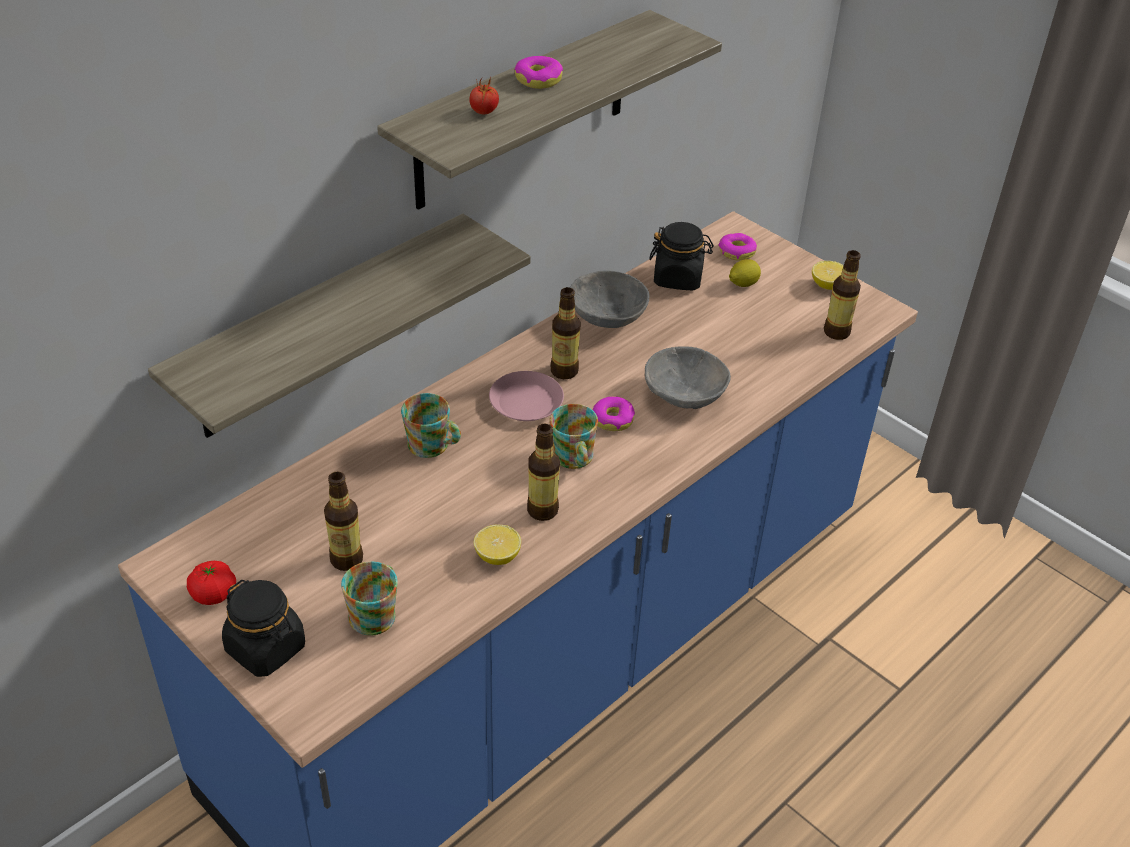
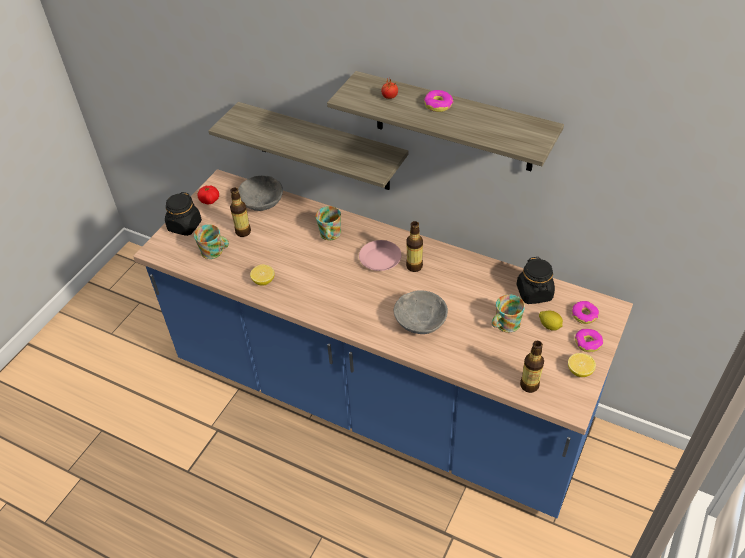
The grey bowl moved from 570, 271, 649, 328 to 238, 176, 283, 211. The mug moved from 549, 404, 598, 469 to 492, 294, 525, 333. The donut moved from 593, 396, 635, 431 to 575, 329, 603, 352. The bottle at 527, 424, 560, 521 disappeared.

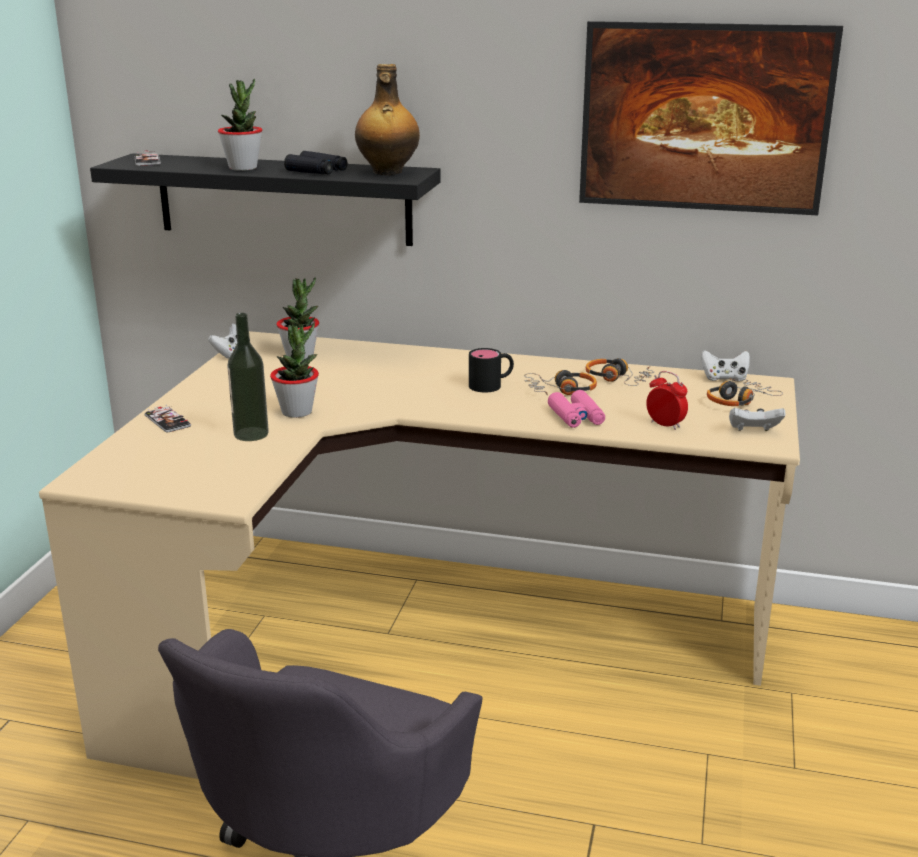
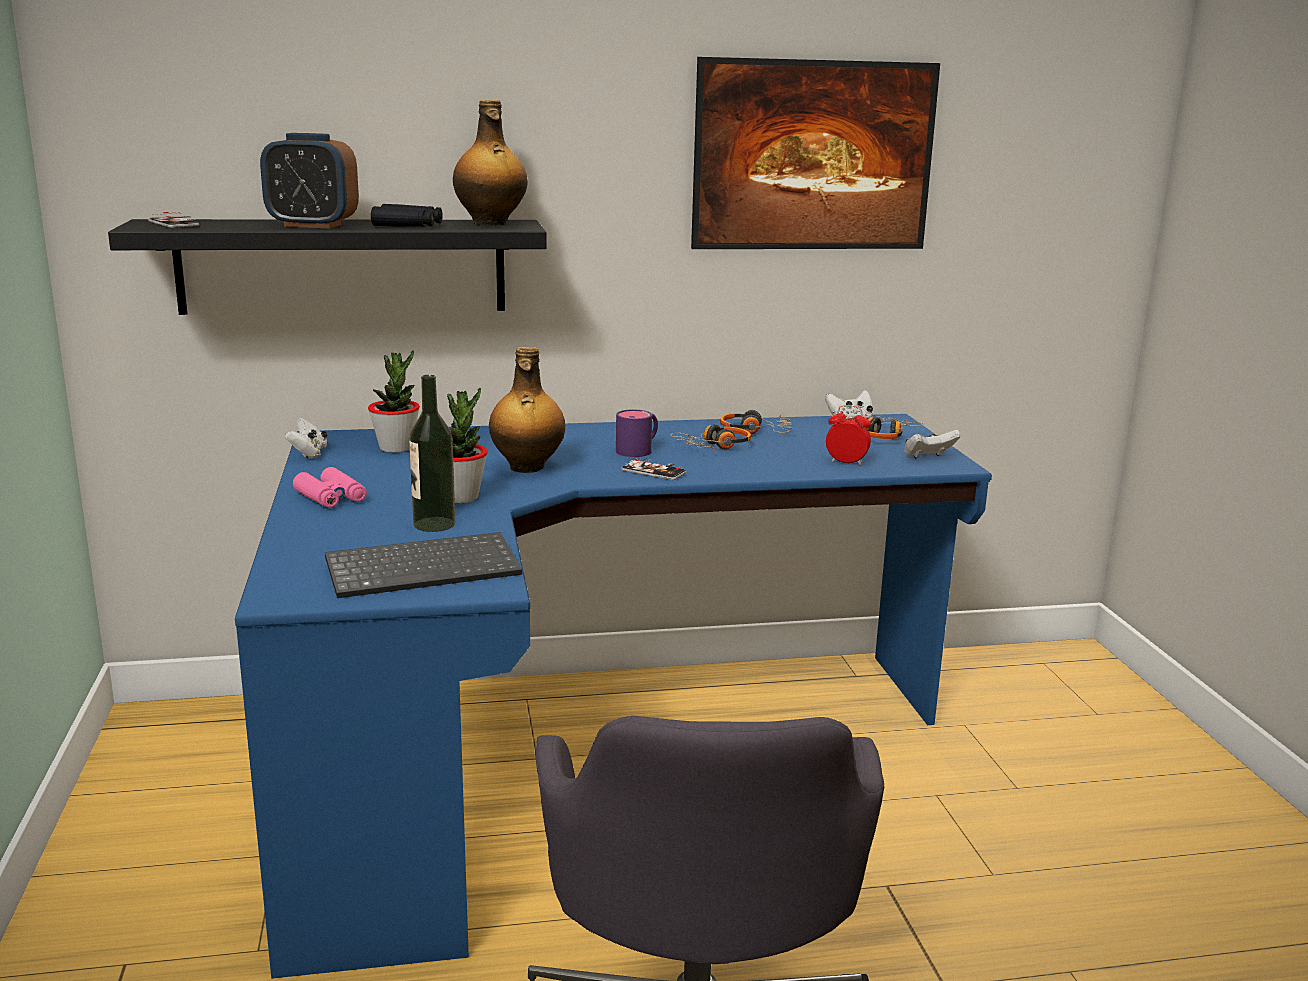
The beige desk at 39, 331, 800, 779 became the blue desk at 235, 414, 992, 979. The potted plant at 218, 79, 262, 171 was replaced by the alarm clock at 260, 133, 359, 228. The pink binoculars moved from 548, 390, 605, 428 to 293, 467, 367, 508. The keyboard at 325, 532, 522, 598 appeared. The bottle at 489, 347, 565, 473 appeared. The black mug at 469, 348, 514, 392 became the purple mug at 616, 410, 658, 457. The phone moved from 145, 405, 191, 432 to 621, 458, 686, 480.

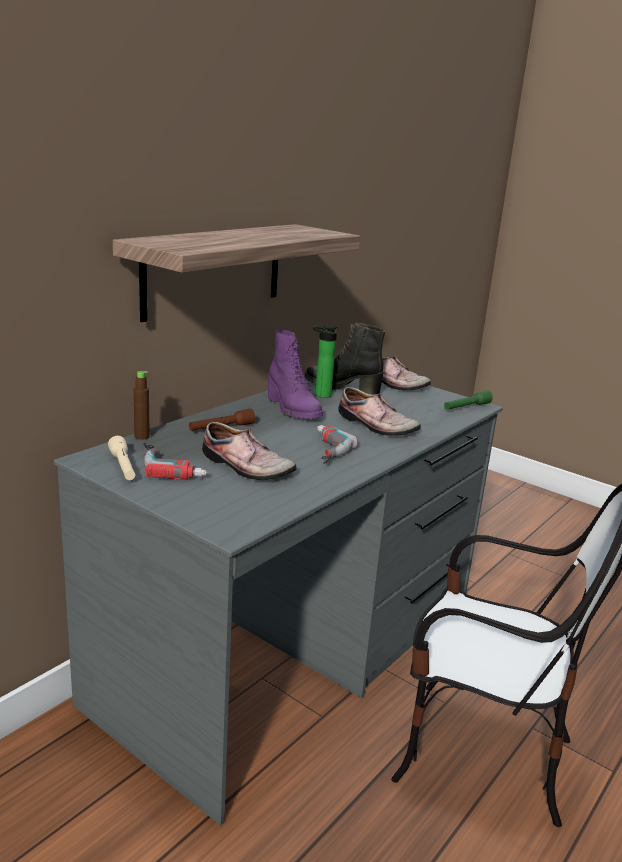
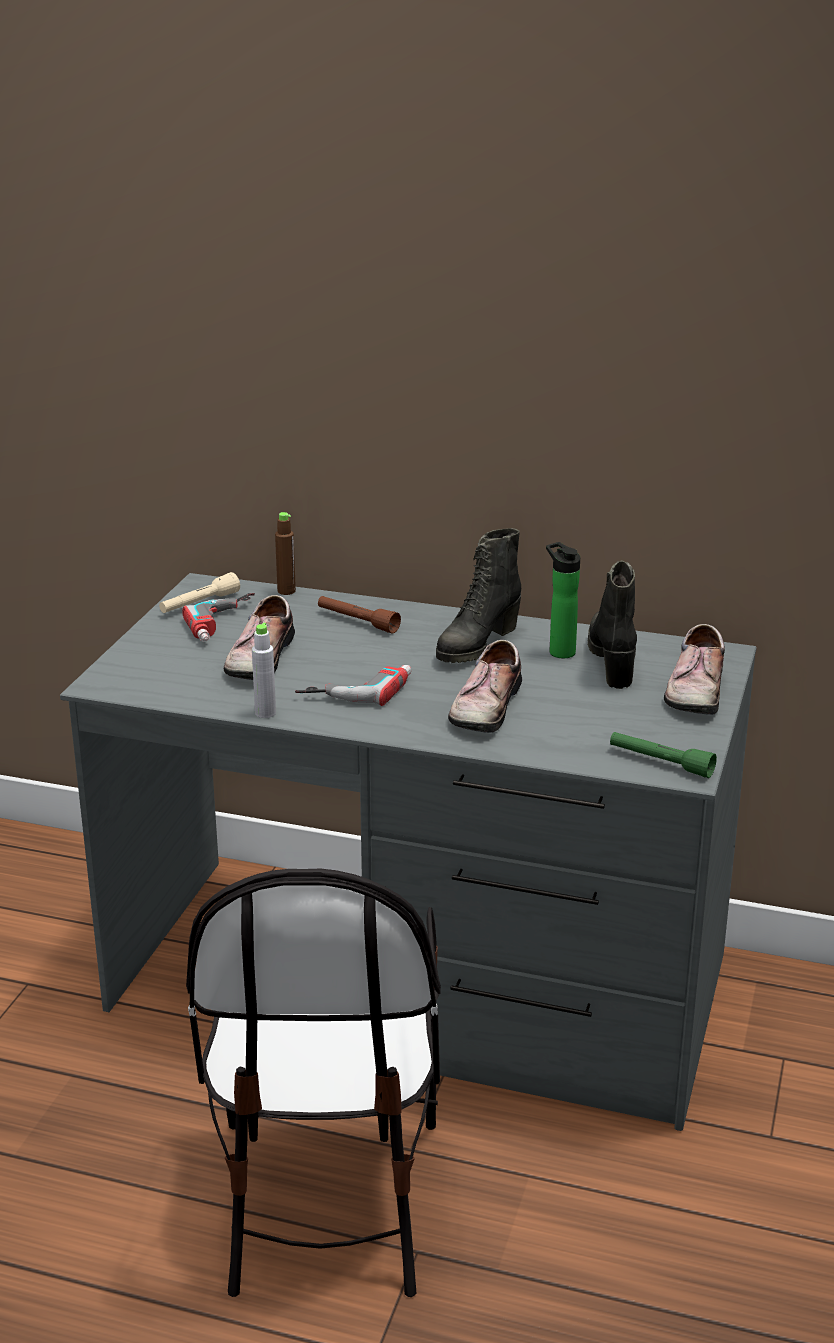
The grey bottle at 252, 622, 276, 718 appeared. The purple boot at 268, 330, 323, 419 became the black boot at 436, 528, 521, 663. The shelf at 113, 224, 360, 322 disappeared.

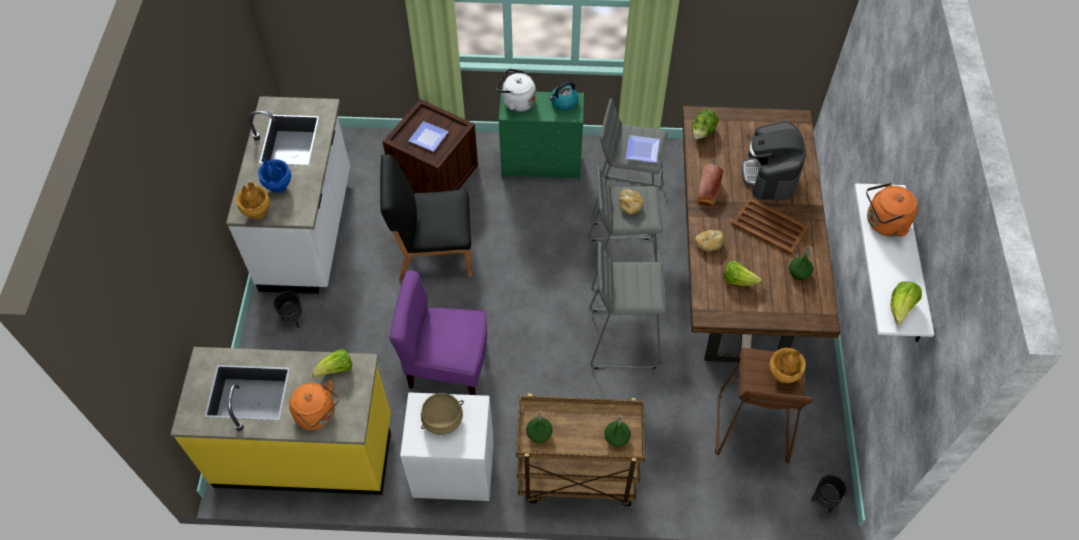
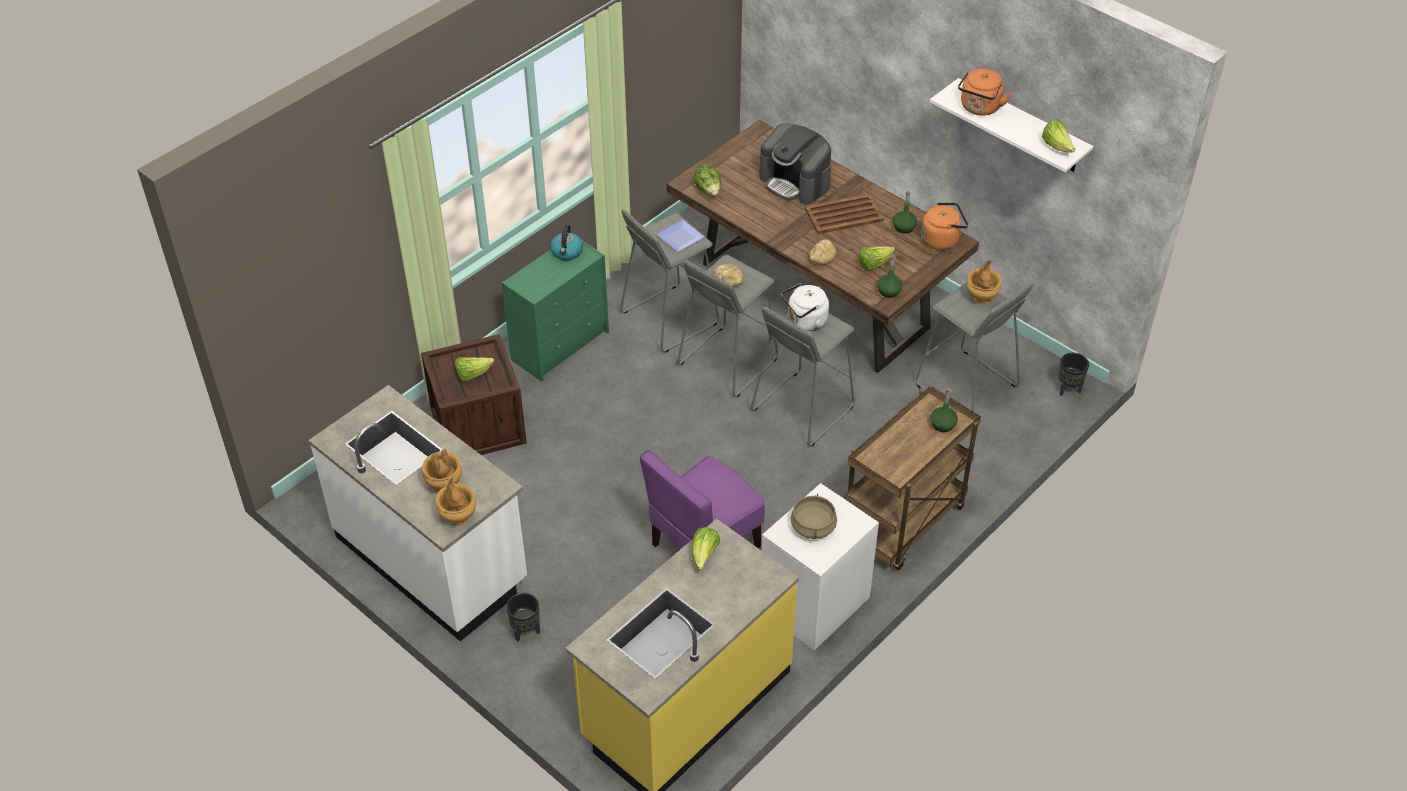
The blue vase at 258, 159, 291, 193 became the brown vase at 422, 449, 462, 492. The plate at 408, 121, 449, 152 was replaced by the lettuce at 455, 357, 494, 382. The white kettle moved from 496, 69, 536, 112 to 781, 283, 829, 331. The green bottle moved from 526, 411, 553, 443 to 877, 254, 902, 298. The brown stool at 715, 348, 813, 464 became the grey stool at 916, 282, 1033, 412. The orange kettle moved from 289, 380, 339, 430 to 921, 202, 968, 250. The black chair at 380, 155, 472, 281 disappeared. The bread at 697, 164, 723, 206 disappeared.

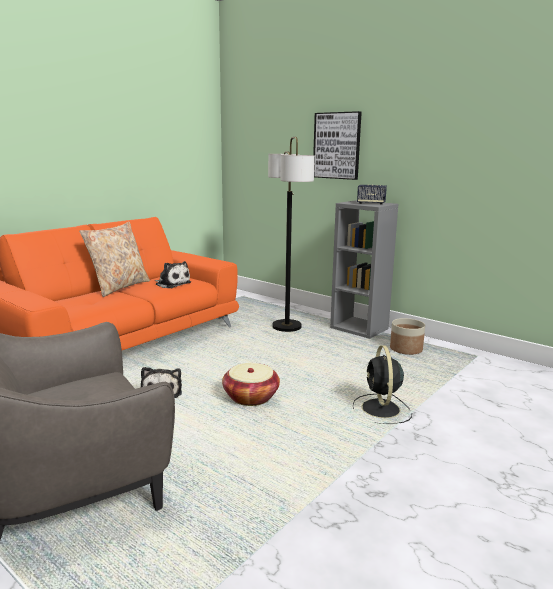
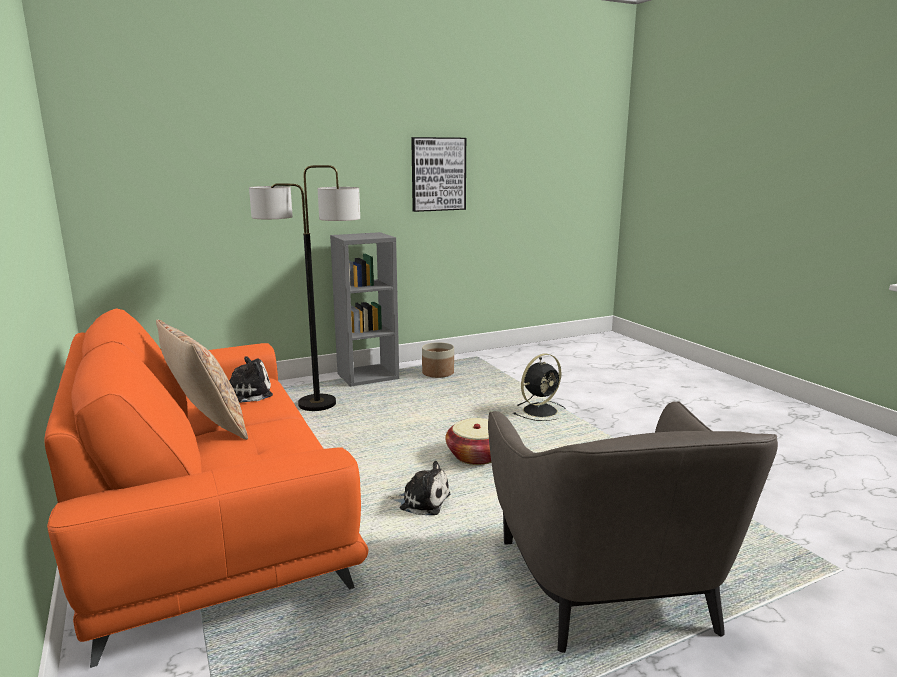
The picture moved from 313, 111, 362, 180 to 411, 137, 466, 212. The black fan at 353, 345, 412, 424 turned 60 degrees counterclockwise. The speaker at 357, 184, 387, 205 disappeared.

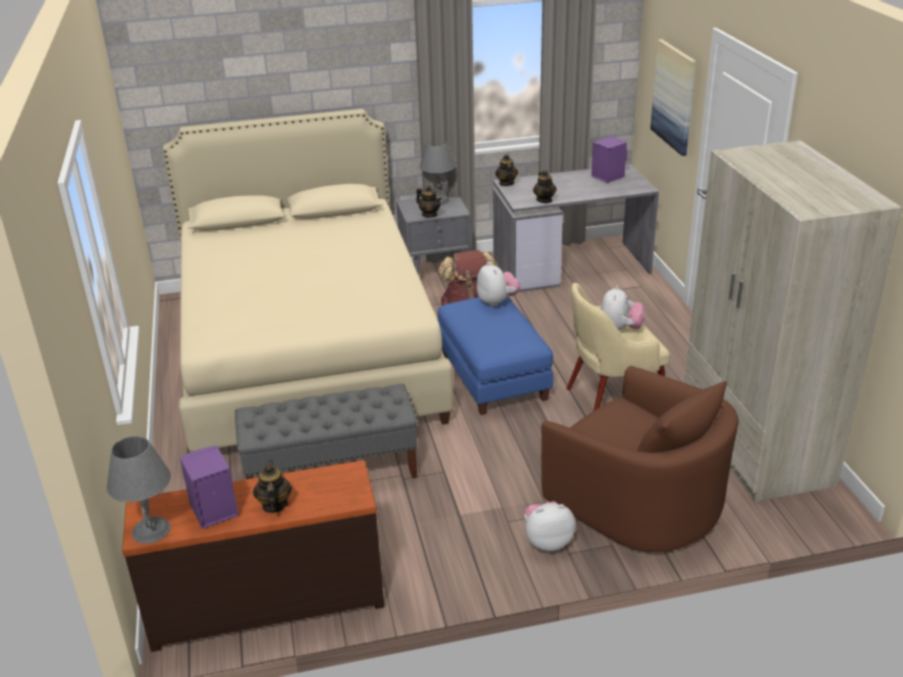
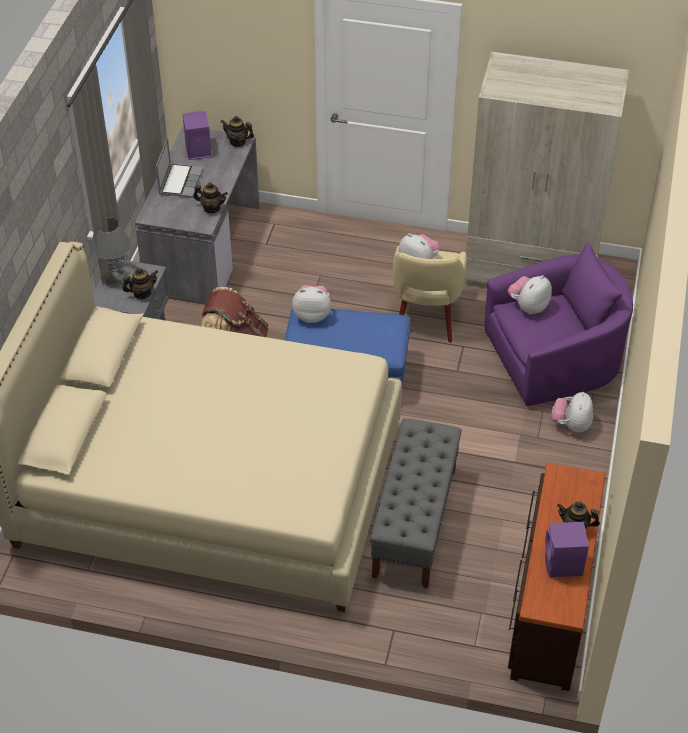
The laptop at 156, 137, 203, 198 appeared. The teapot moved from 495, 154, 518, 186 to 221, 116, 254, 147. The brown armchair at 541, 366, 739, 552 became the purple armchair at 485, 242, 633, 406. The plush toy at 508, 275, 552, 314 appeared. The grey table lamp at 107, 436, 171, 544 disappeared. The picture at 650, 39, 696, 156 disappeared.

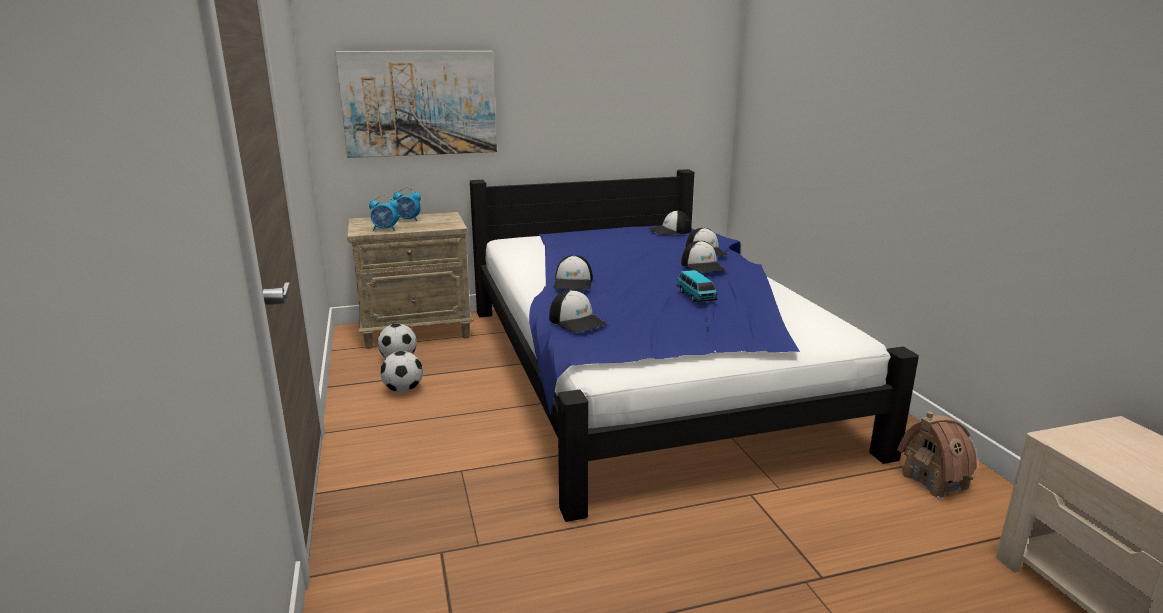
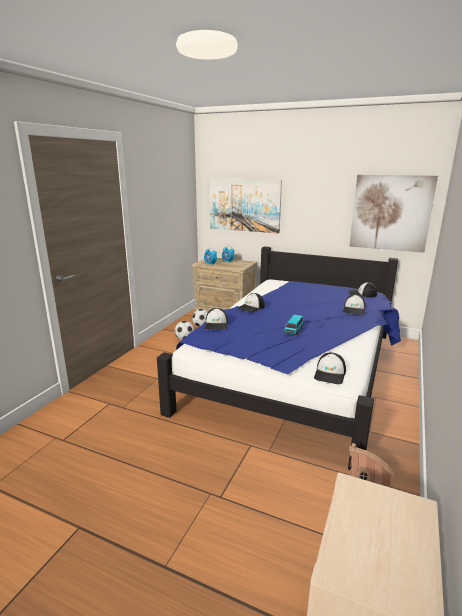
The cap moved from 681, 241, 726, 273 to 314, 352, 346, 384. The picture at 350, 175, 438, 253 appeared.

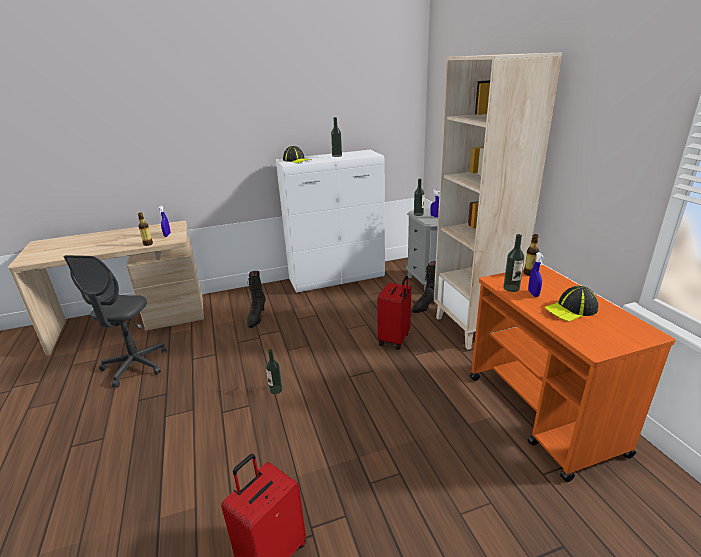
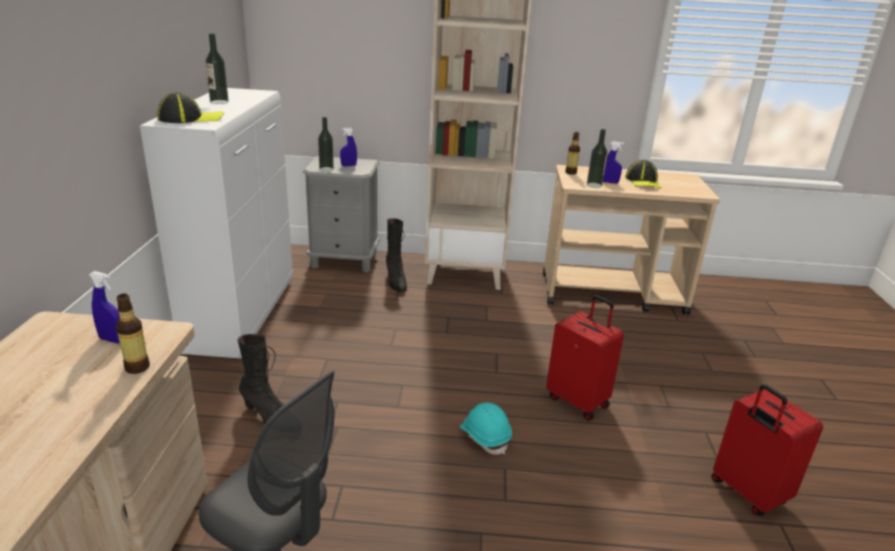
The bottle at 266, 349, 283, 394 was replaced by the turquoise hard hat at 460, 402, 512, 455. The orange cart at 470, 265, 675, 482 became the beige cart at 543, 165, 720, 315. The red suitcase moved from 377, 276, 411, 350 to 546, 295, 624, 420.

